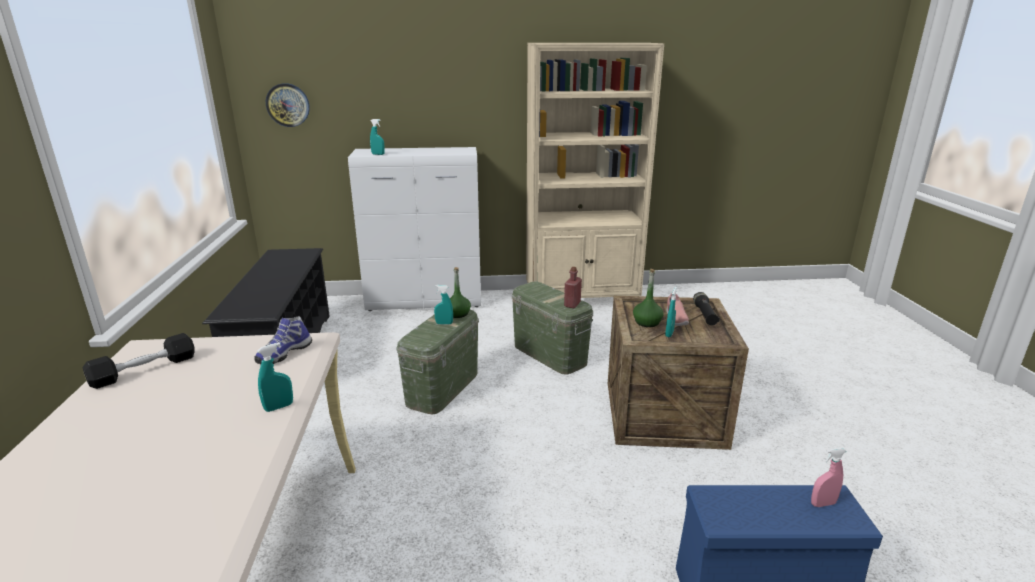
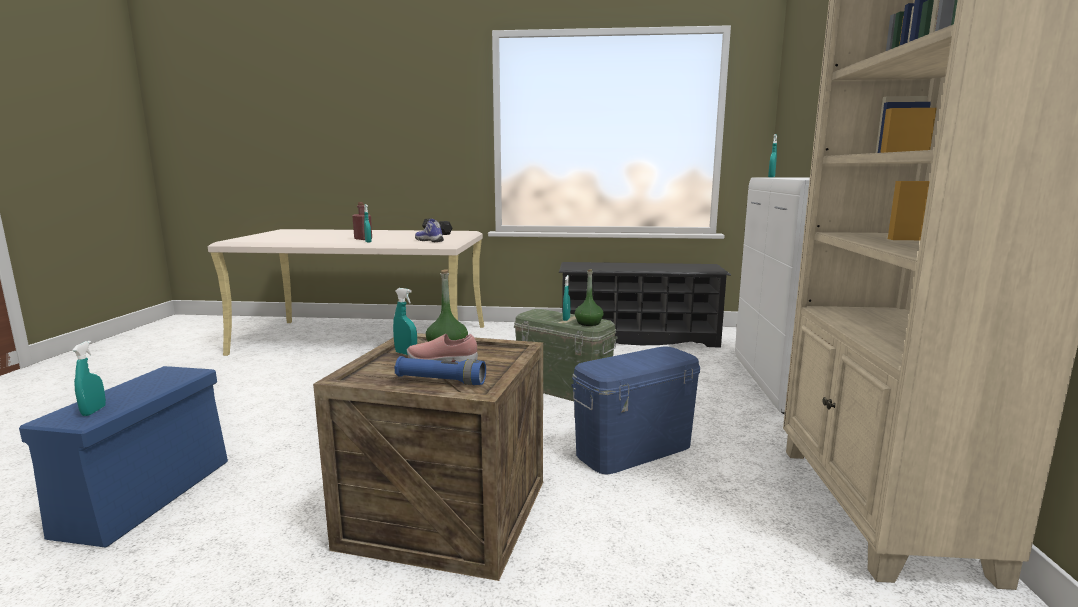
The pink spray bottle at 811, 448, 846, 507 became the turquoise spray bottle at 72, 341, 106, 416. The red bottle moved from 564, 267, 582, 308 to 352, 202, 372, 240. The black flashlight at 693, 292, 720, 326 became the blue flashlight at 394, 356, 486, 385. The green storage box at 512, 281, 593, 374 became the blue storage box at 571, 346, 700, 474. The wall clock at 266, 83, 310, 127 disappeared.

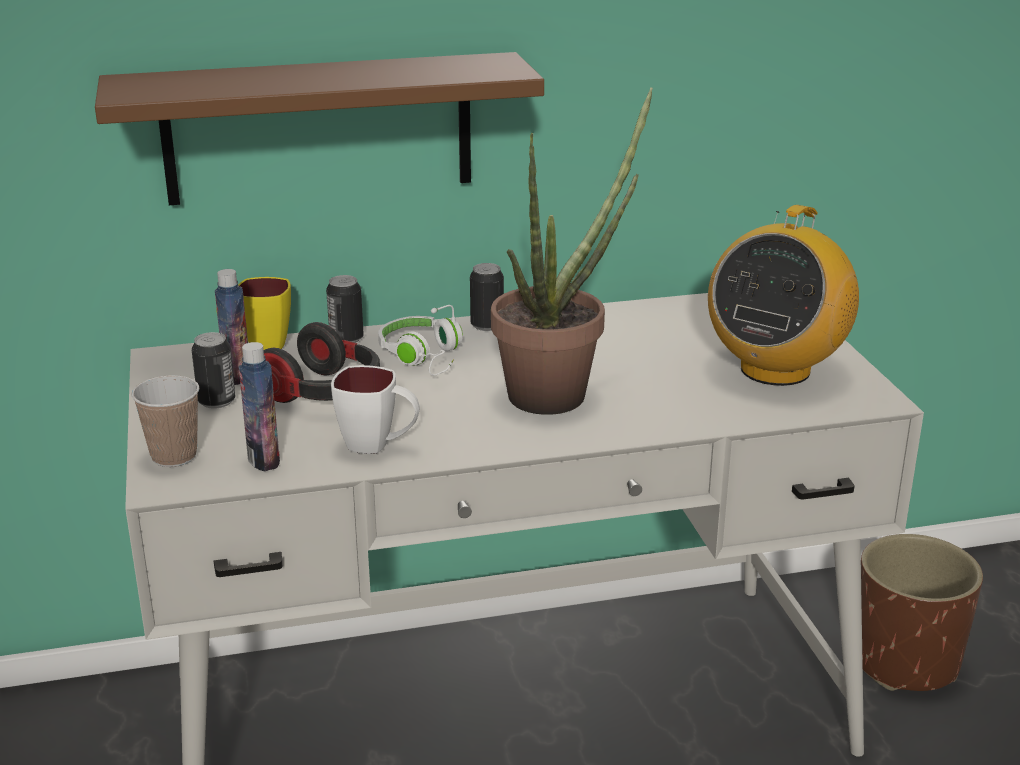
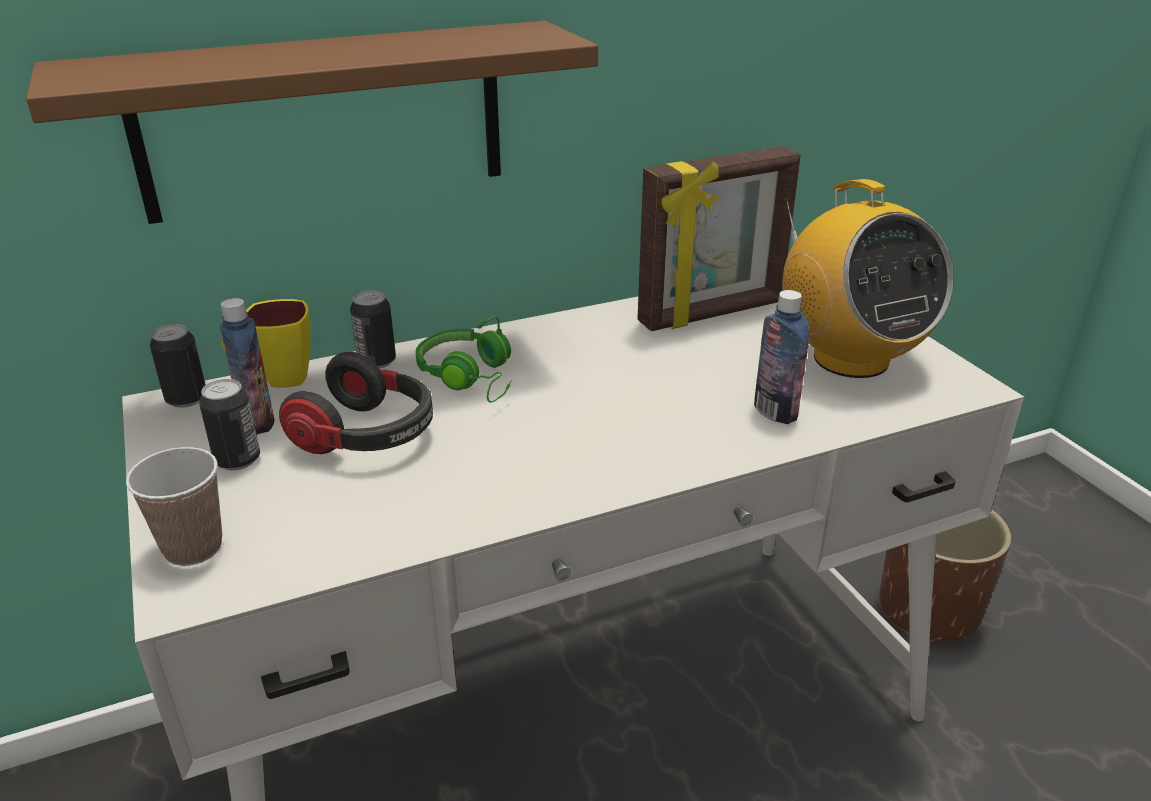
The can moved from 470, 263, 504, 331 to 150, 324, 206, 408. The white headphones at 378, 305, 463, 376 became the green headphones at 416, 316, 512, 403. The picture frame at 637, 146, 801, 331 appeared. The bottle moved from 239, 342, 280, 471 to 754, 290, 809, 424. The radio at 708, 205, 859, 386 turned 45 degrees counterclockwise. The white mug at 331, 365, 420, 454 disappeared. The potted plant at 491, 87, 653, 415 disappeared.

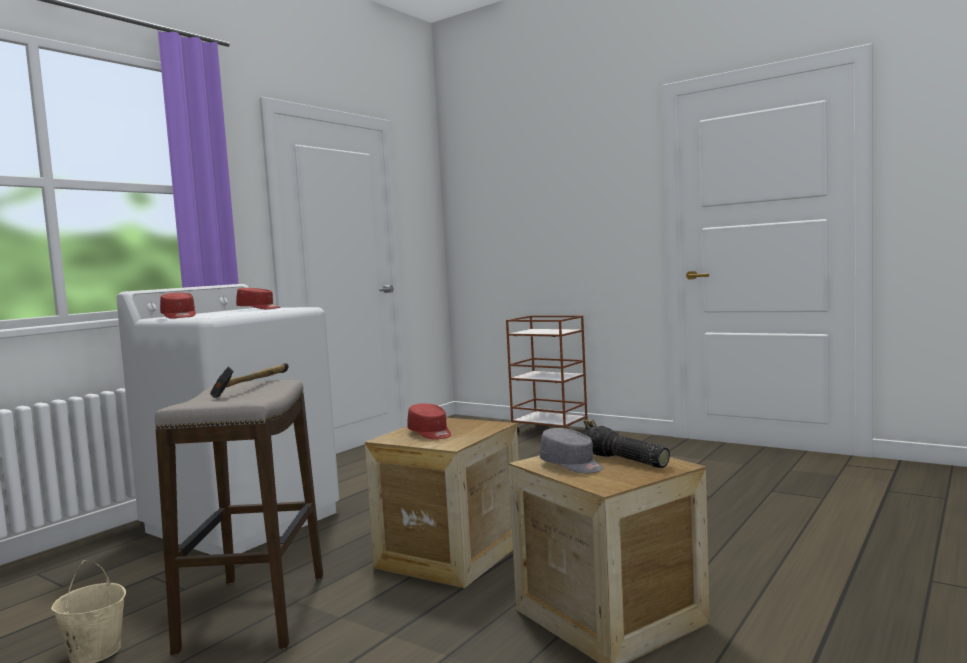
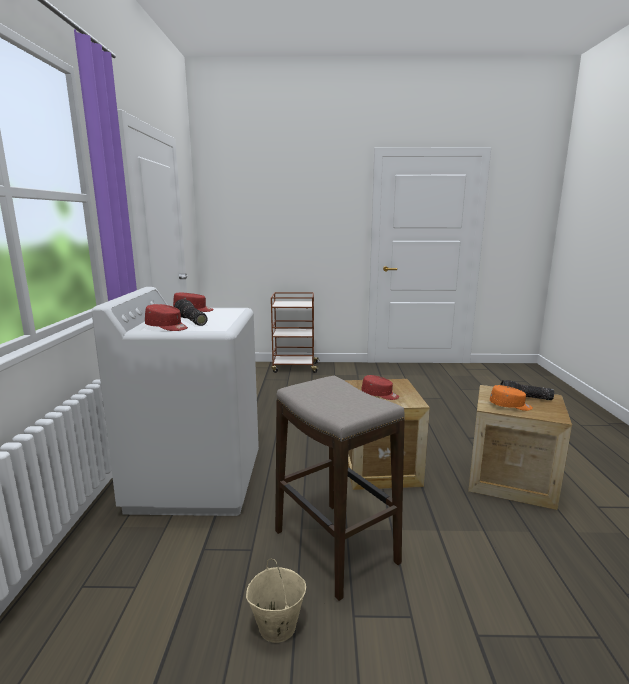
The flashlight at 174, 299, 208, 326 appeared. The grey cap at 540, 428, 603, 473 became the orange cap at 490, 385, 533, 411. The hammer at 210, 363, 288, 398 disappeared.

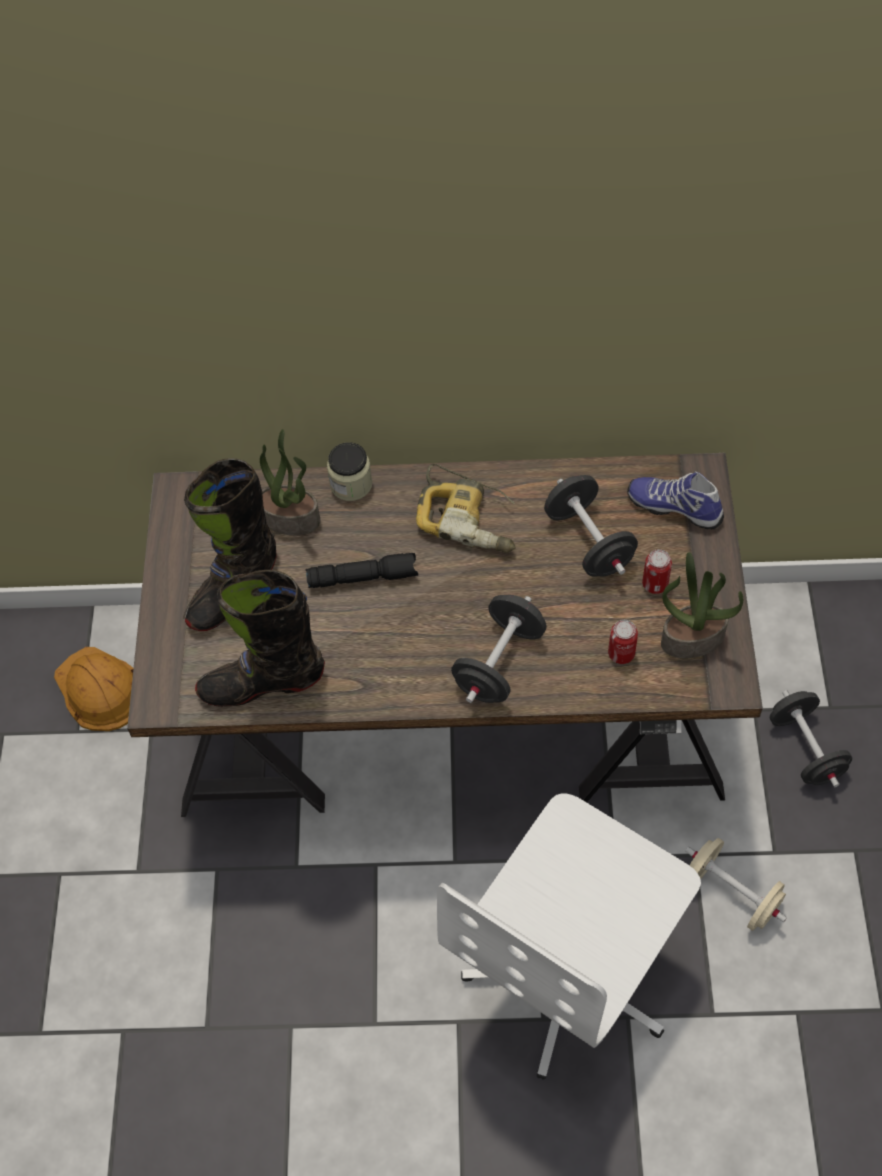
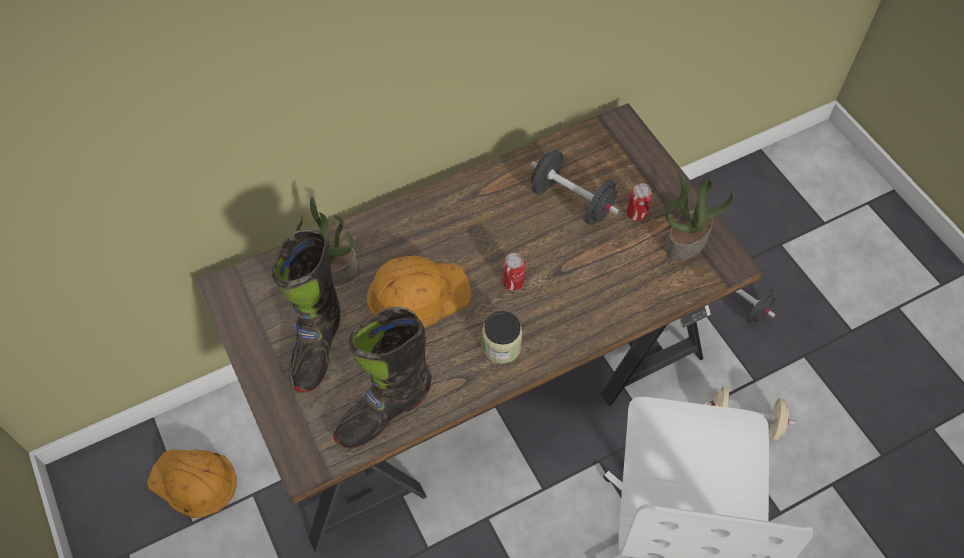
The black flashlight at 306, 553, 418, 588 was replaced by the orange hard hat at 367, 256, 472, 328. The jar moved from 327, 442, 372, 501 to 482, 311, 522, 364. The can moved from 608, 620, 638, 664 to 502, 253, 525, 291. The power drill at 416, 464, 516, 553 disappeared. The black dumbbell at 451, 595, 547, 703 disappeared. The shoe at 627, 471, 724, 529 disappeared.

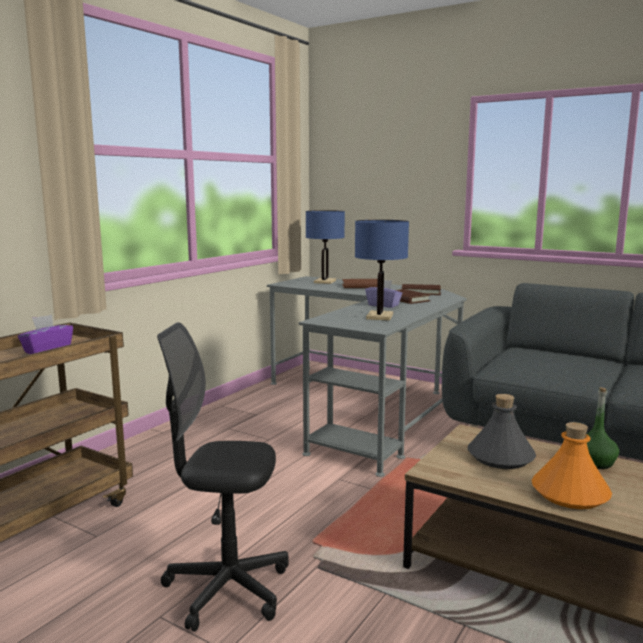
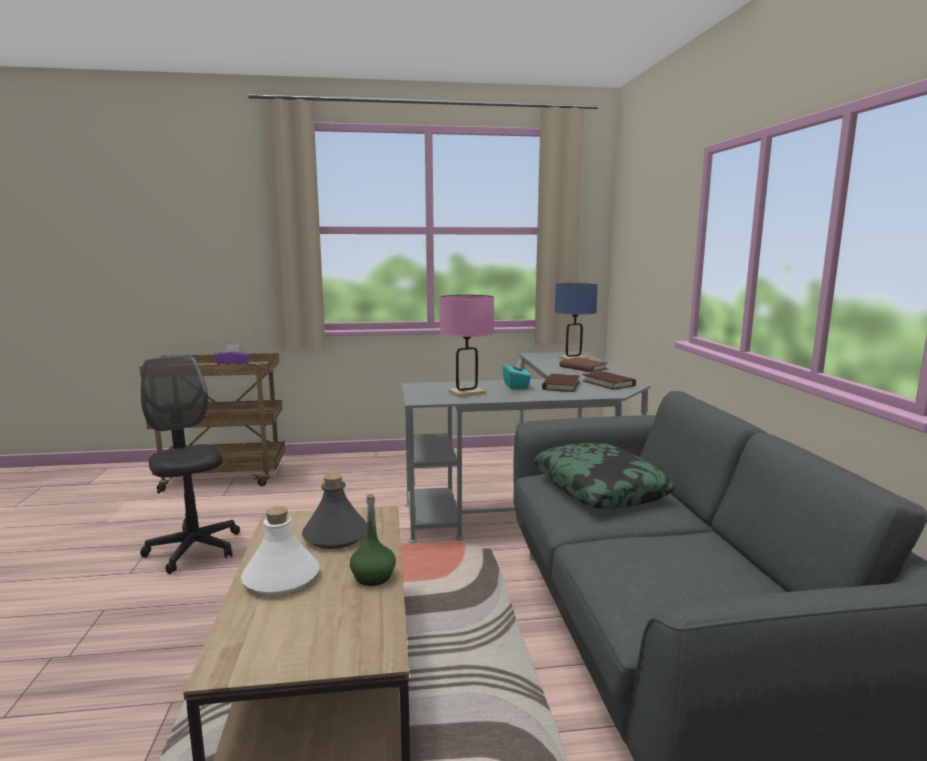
The orange bottle at 532, 422, 612, 509 became the white bottle at 241, 506, 320, 595. The blue table lamp at 355, 220, 409, 321 became the pink table lamp at 440, 295, 494, 397. The purple tissue box at 365, 280, 402, 308 became the turquoise tissue box at 502, 360, 531, 389. The pillow at 534, 443, 675, 509 appeared.

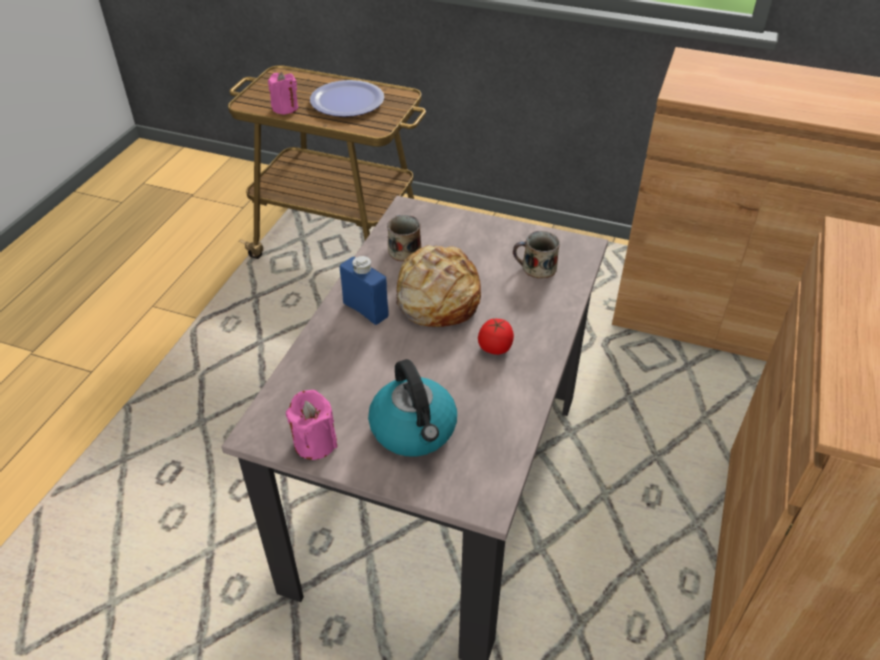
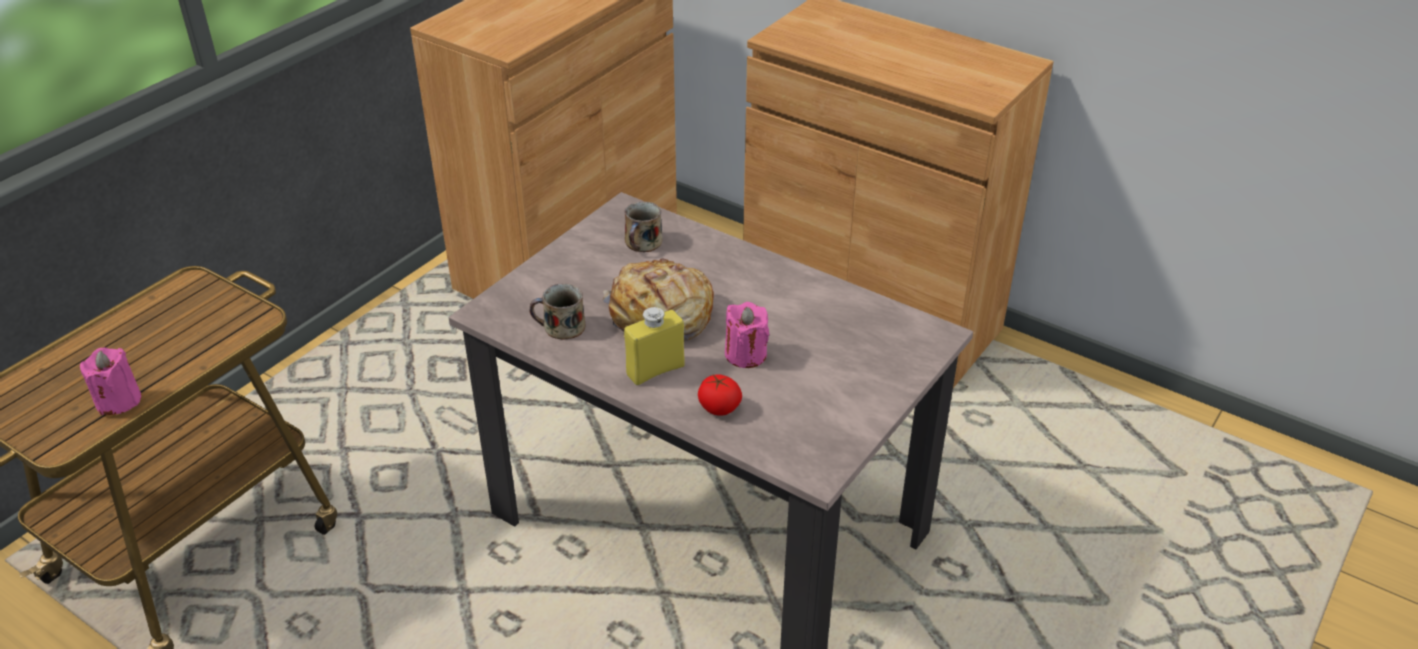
The blue bottle at 340, 256, 389, 325 became the yellow bottle at 624, 307, 685, 385. The tomato moved from 478, 318, 514, 355 to 698, 374, 742, 416. The pink candle moved from 286, 390, 337, 460 to 725, 302, 769, 368. The plate at 310, 80, 384, 117 disappeared. The kettle at 368, 359, 457, 457 disappeared.

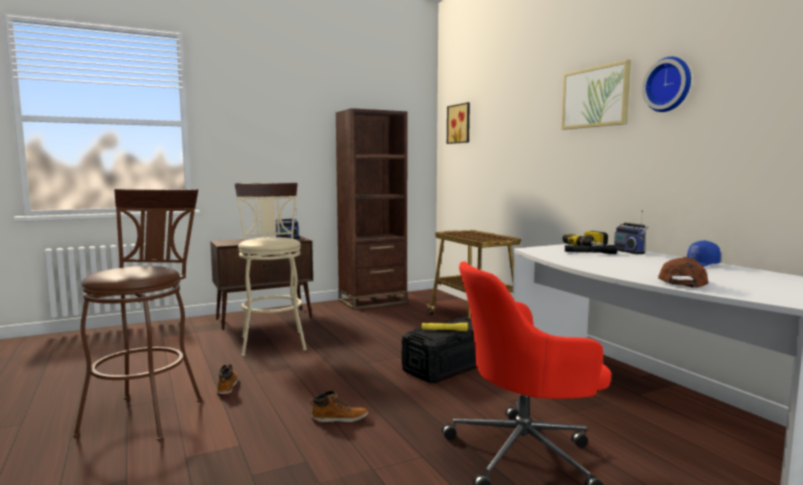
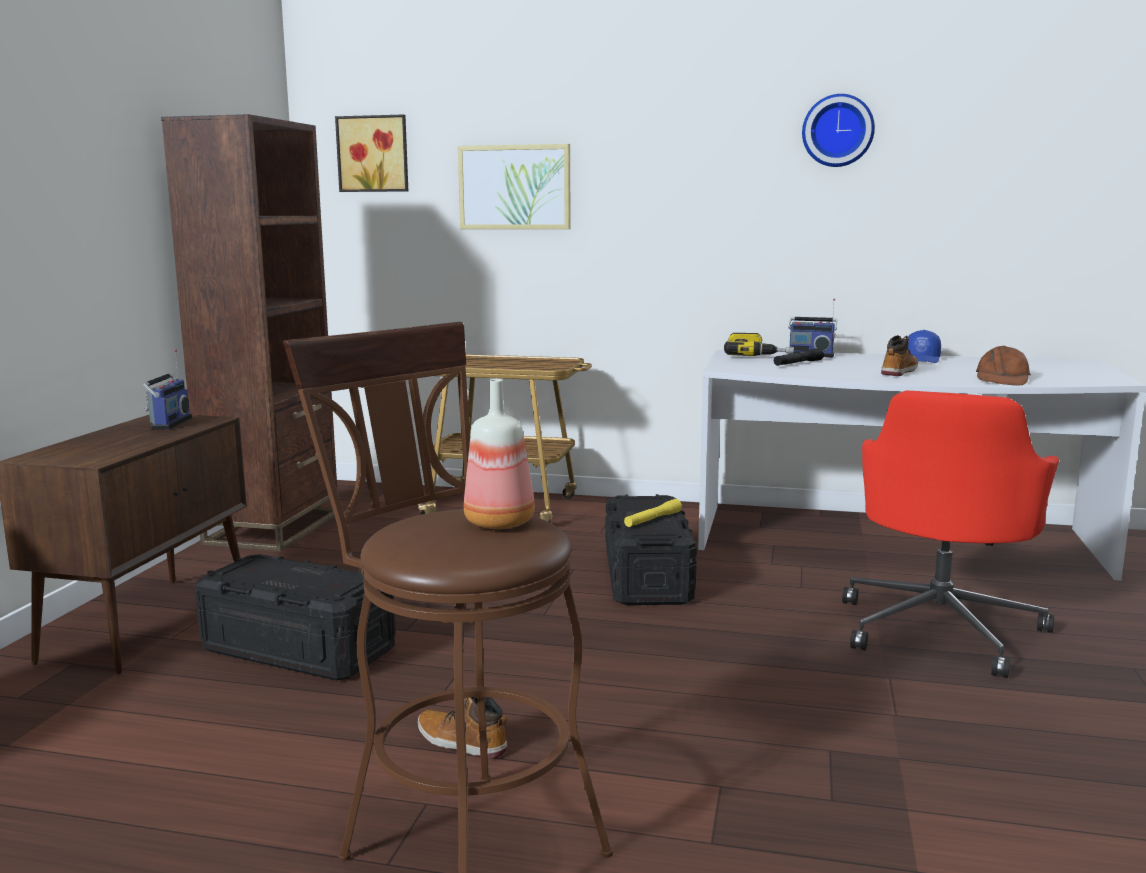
The beige stool at 235, 183, 307, 356 was replaced by the black storage box at 195, 554, 396, 681. The picture moved from 562, 60, 631, 130 to 458, 144, 571, 229. The bottle at 464, 379, 535, 529 appeared. The boot moved from 311, 391, 368, 423 to 881, 335, 918, 376. The brown cap at 658, 257, 708, 288 turned 135 degrees counterclockwise.

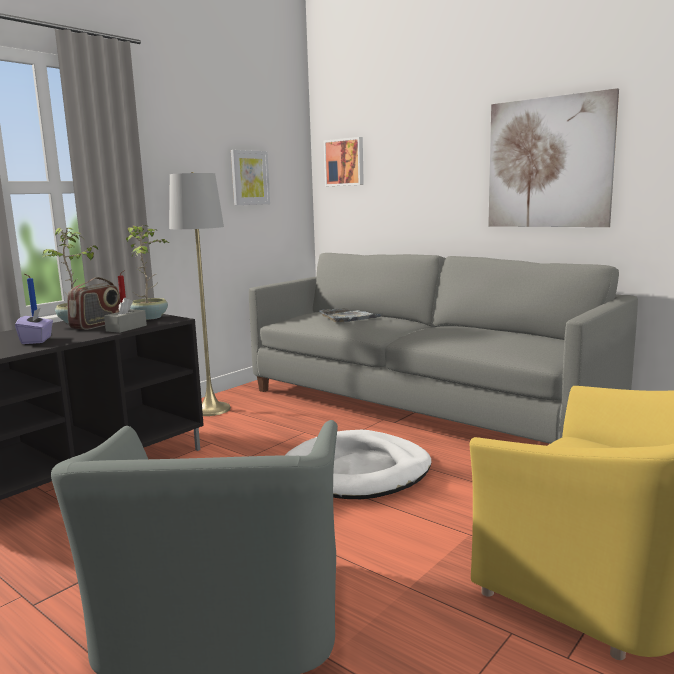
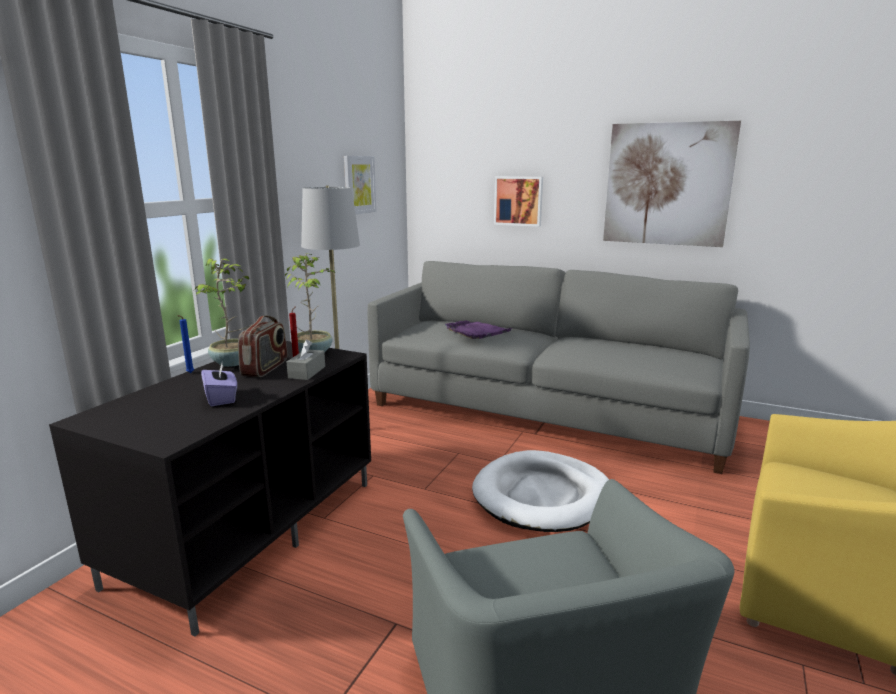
The grey tray at 320, 308, 381, 322 became the purple tray at 445, 320, 511, 339. The picture moved from 324, 137, 364, 186 to 494, 176, 543, 227.

